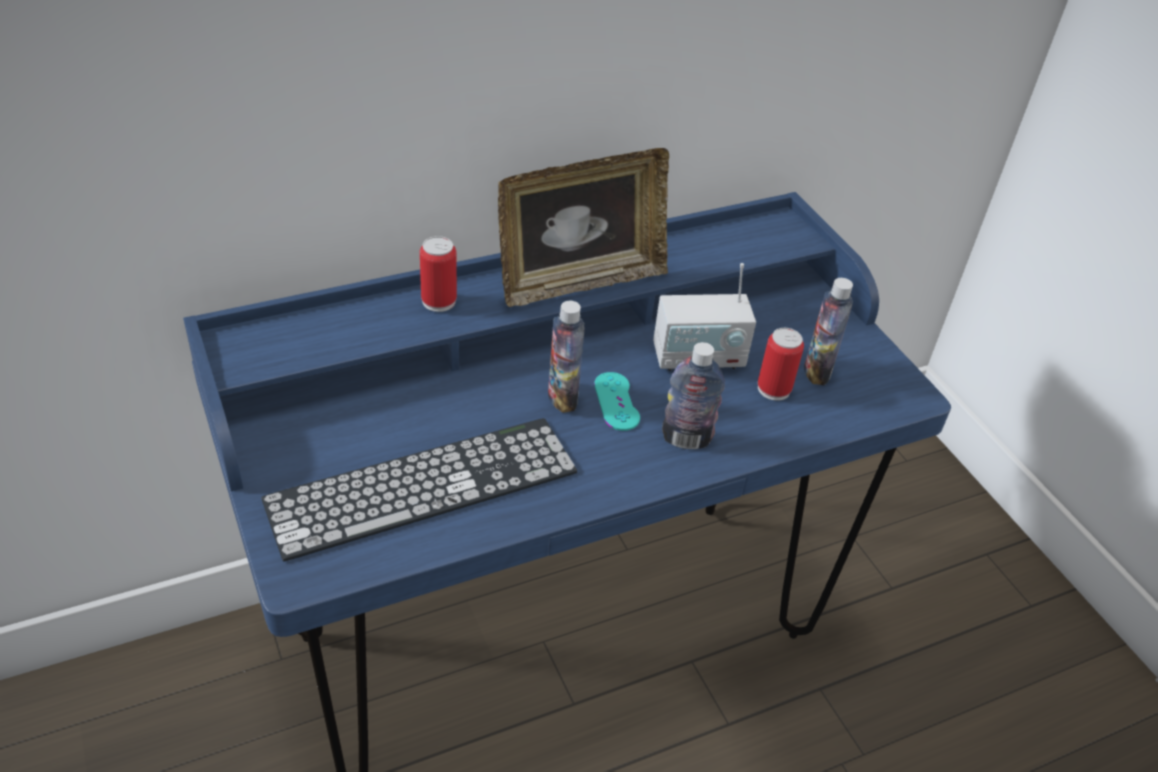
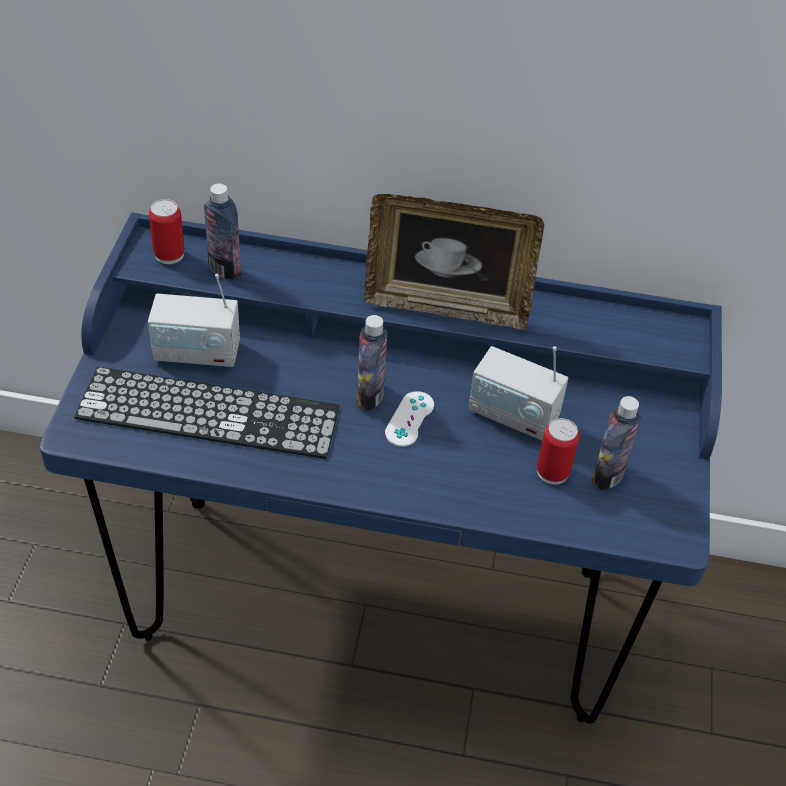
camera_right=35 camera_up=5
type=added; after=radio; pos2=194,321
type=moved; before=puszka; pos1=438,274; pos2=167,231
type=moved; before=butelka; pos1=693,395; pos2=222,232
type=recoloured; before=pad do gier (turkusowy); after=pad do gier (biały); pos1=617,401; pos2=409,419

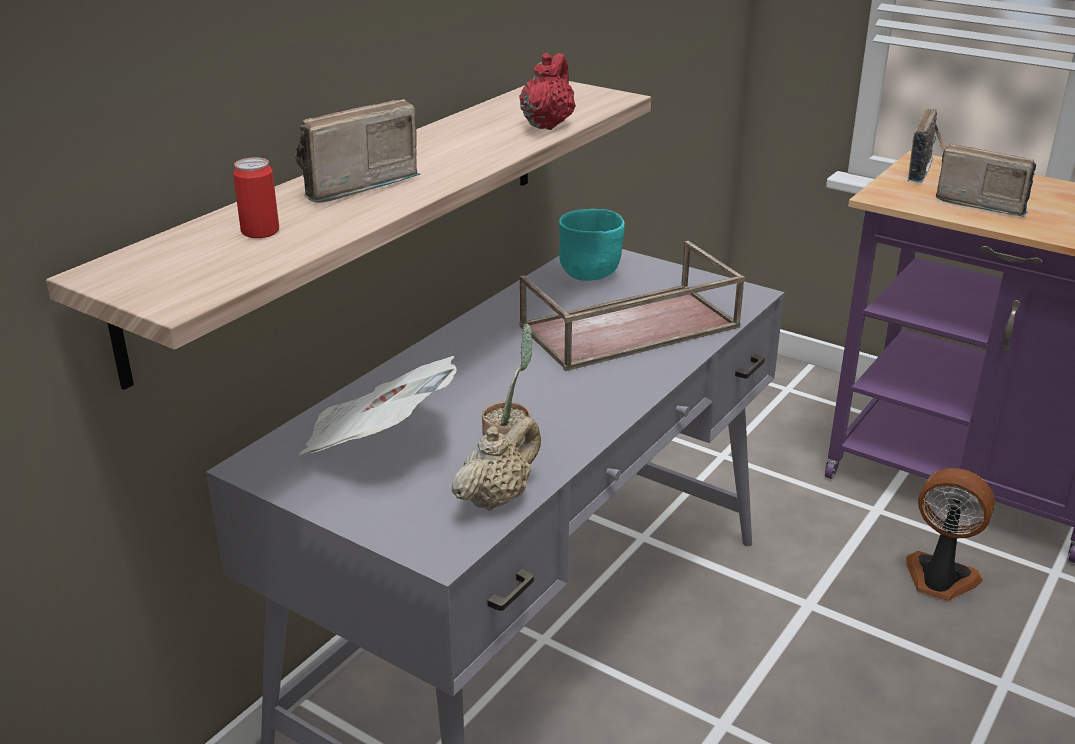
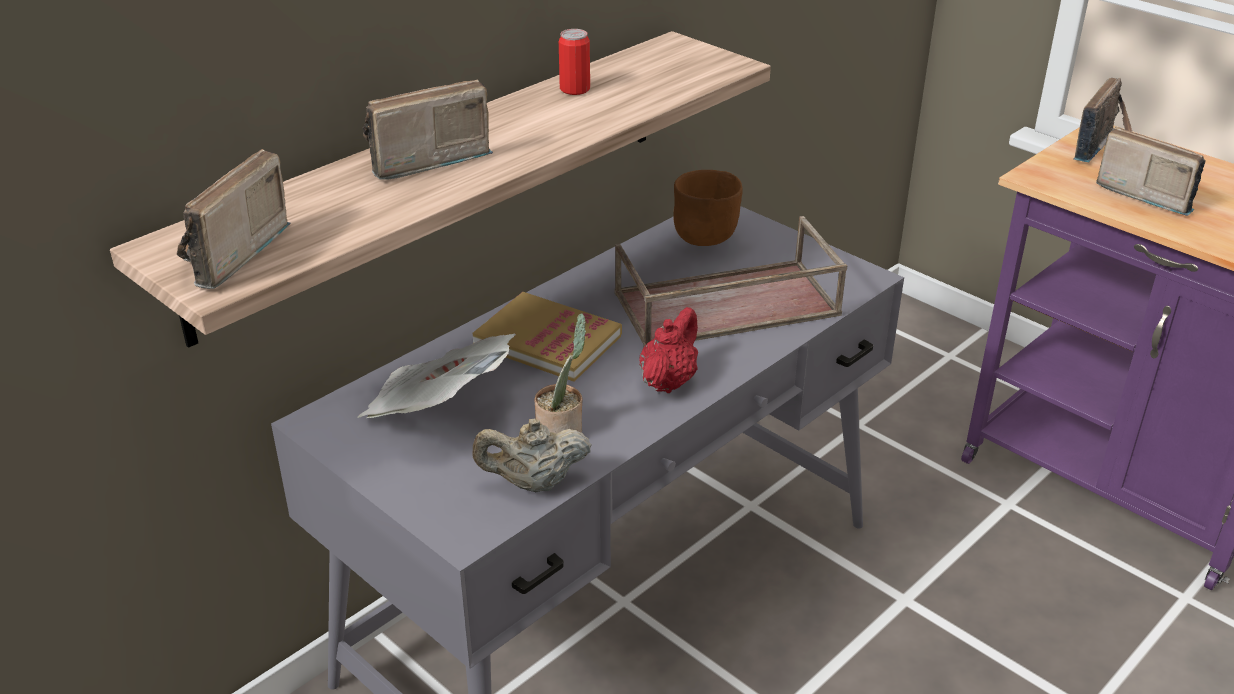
camera_right=10 camera_up=5
type=removed; before=wentylator; pos1=950,534
type=added; after=radio; pos2=234,219
type=added; after=książka; pos2=547,337
type=moved; before=puszka; pos1=256,197; pos2=574,62
type=moved; before=imbryk (czerwony); pos1=547,91; pos2=668,350
type=recoloured; before=miska (turkusowy); after=miska (brązowy); pos1=592,245; pos2=708,208
type=turned; before=imbryk (beżowy); pos1=496,464; pos2=532,455; turn=-150

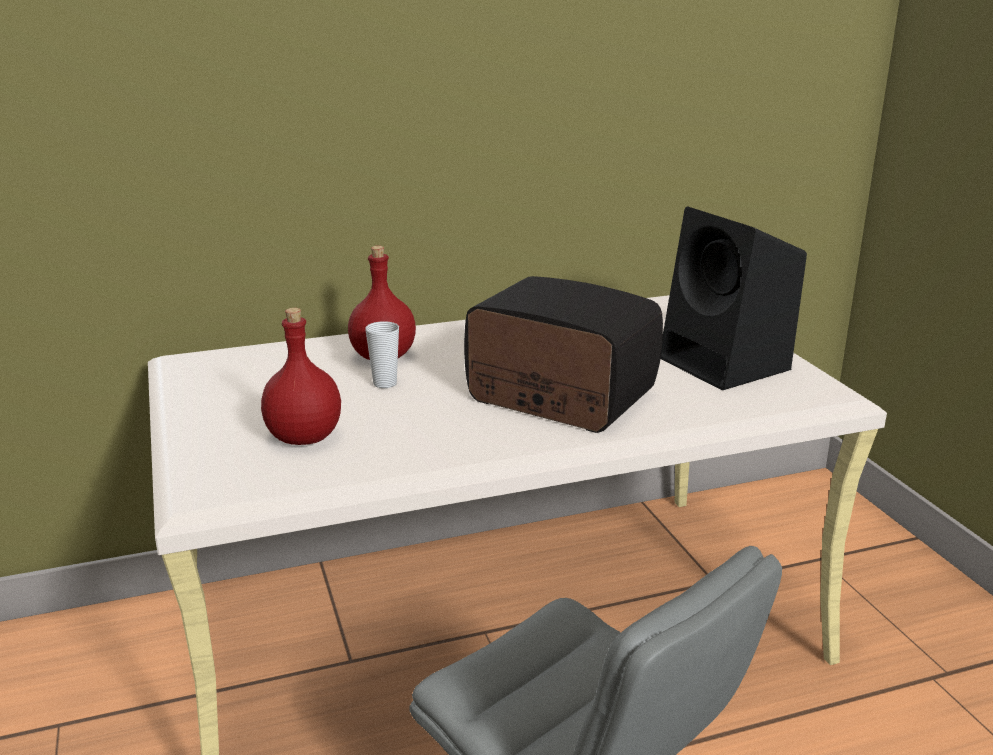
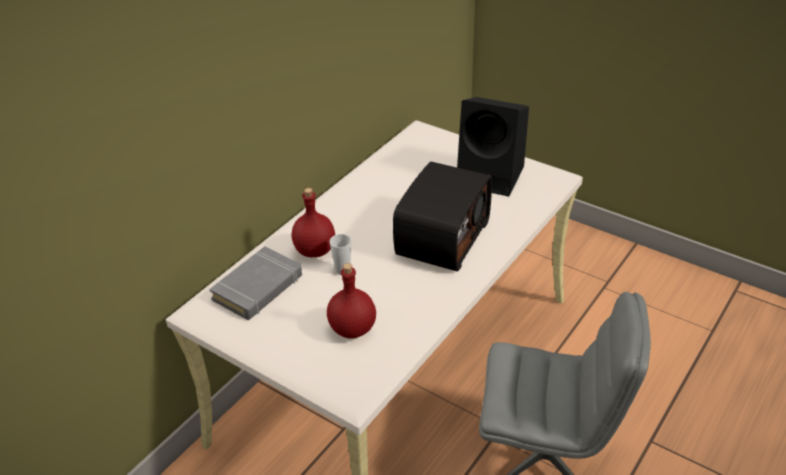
camera_right=-35 camera_up=15
type=added; after=książka (szary); pos2=255,283
type=turned; before=radio; pos1=563,354; pos2=442,216; turn=120

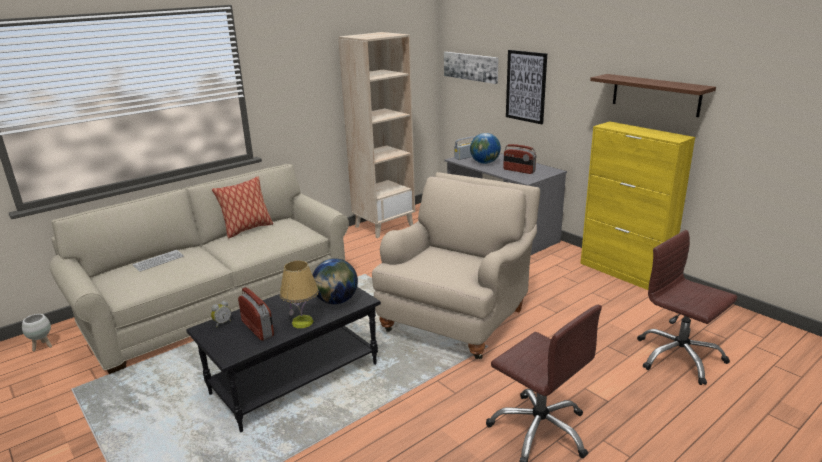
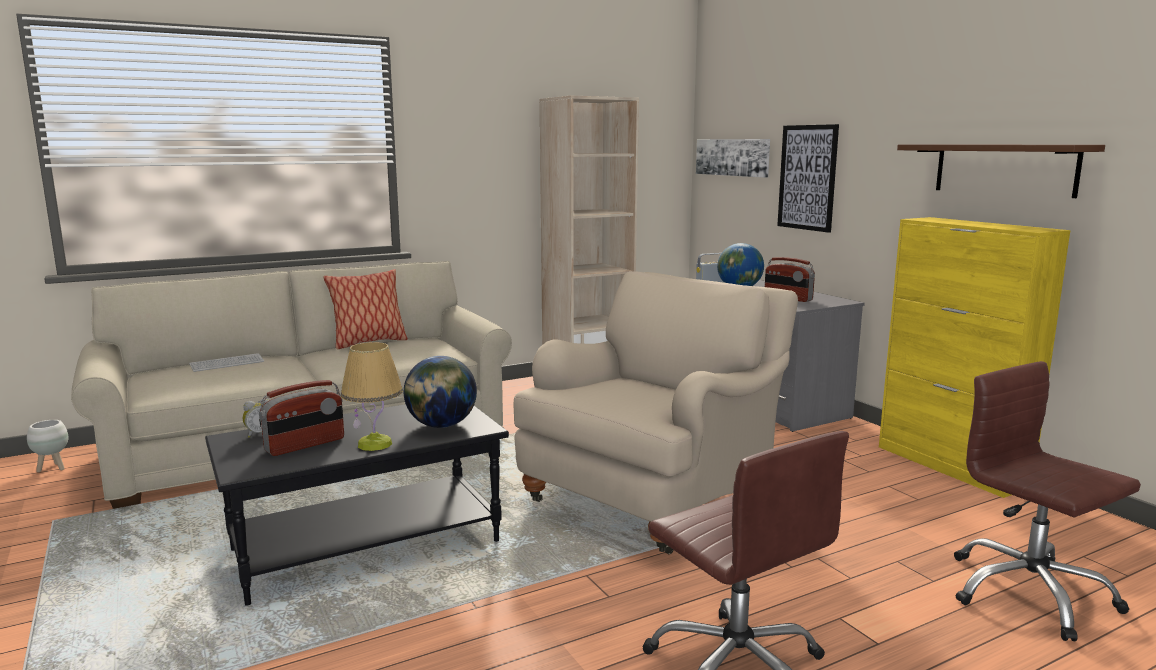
camera_right=10 camera_up=-10
type=turned; before=radio; pos1=256,314; pos2=301,418; turn=75

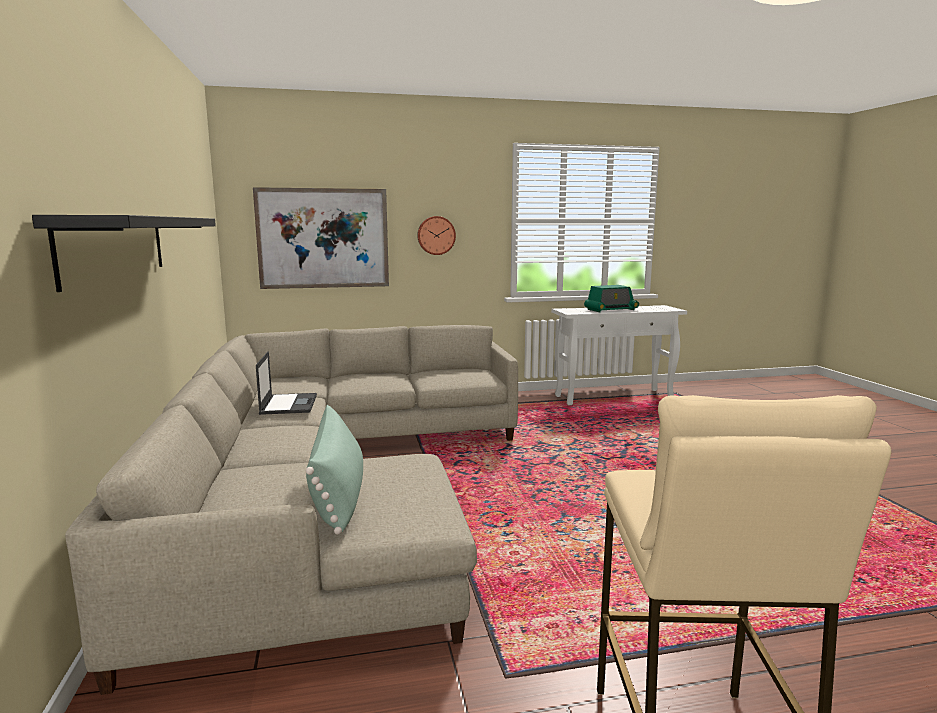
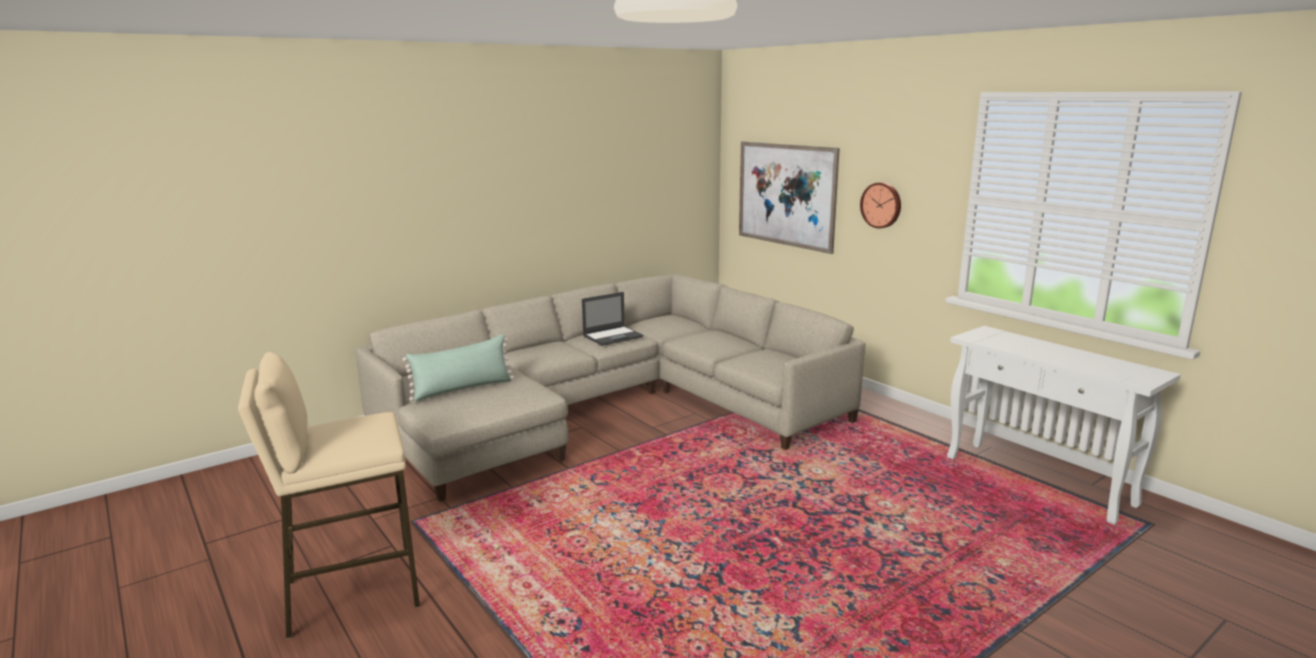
camera_right=65 camera_up=5
type=removed; before=półka (czarny); pos1=124,253
type=removed; before=radio; pos1=611,298

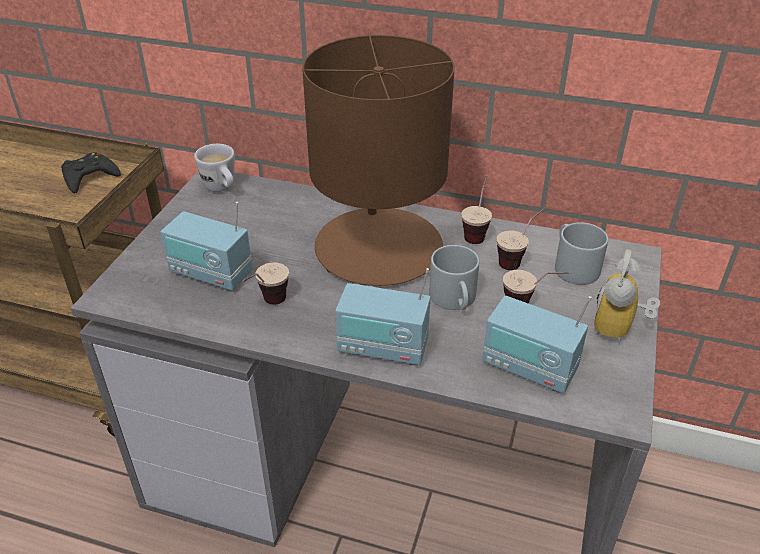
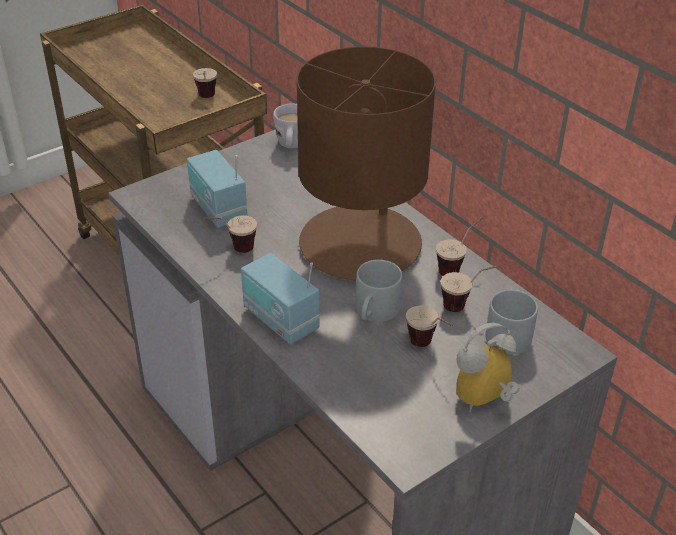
camera_right=35 camera_up=0
type=removed; before=radio; pos1=537,345
type=replaced; before=pad do gier (czarny); after=filiżanka; pos1=91,172; pos2=205,83

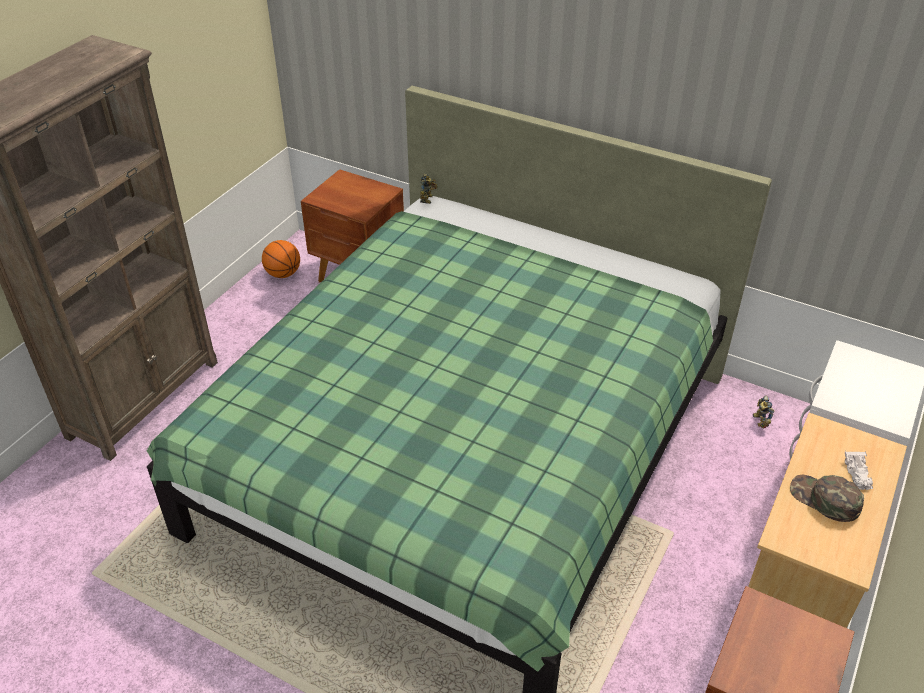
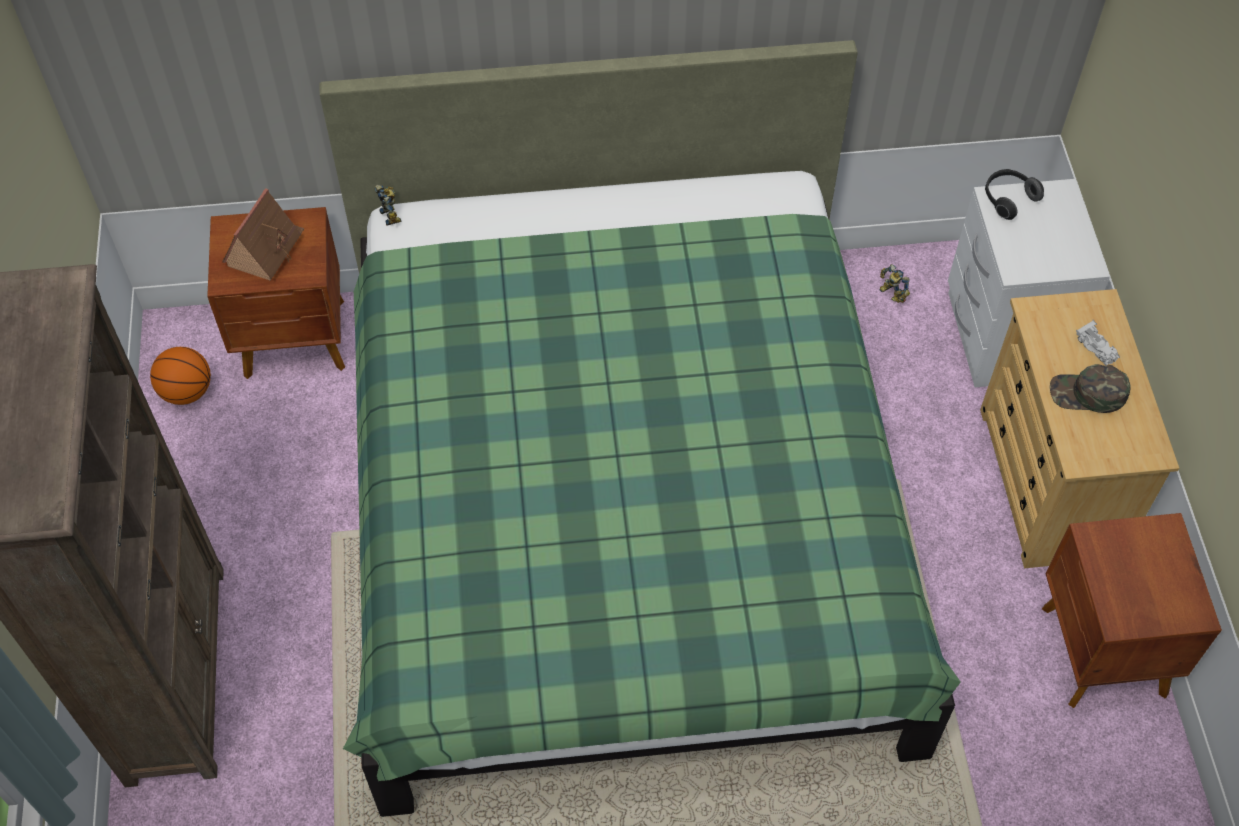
camera_right=-35 camera_up=15
type=added; after=domek; pos2=263,234
type=added; after=słuchawki; pos2=1014,194

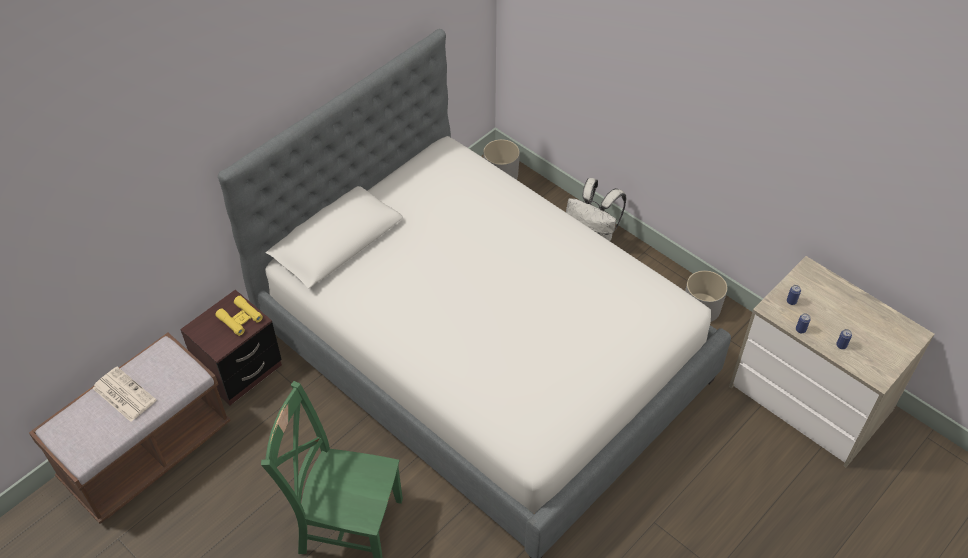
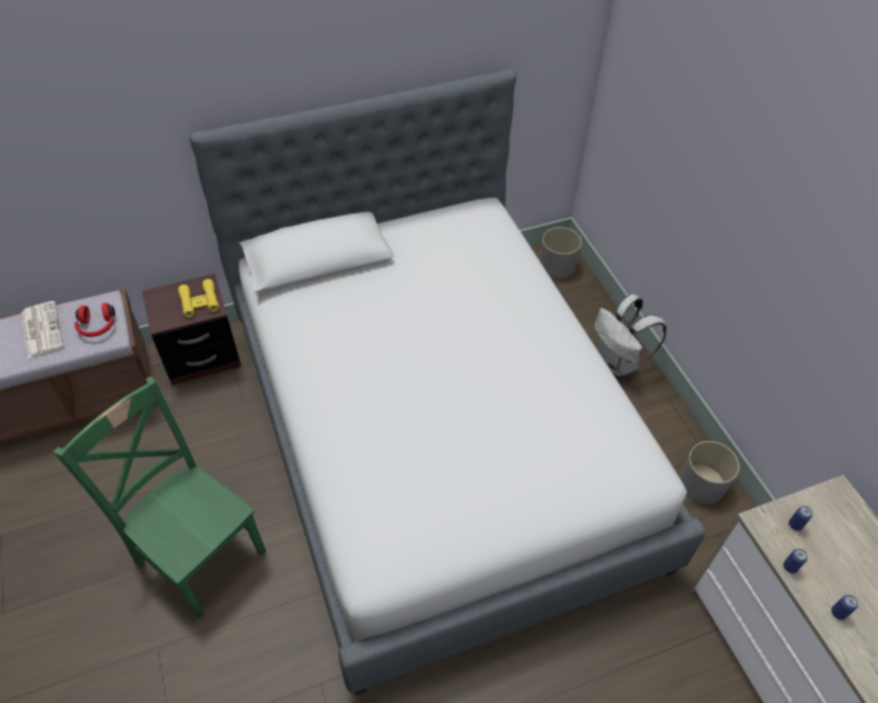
camera_right=25 camera_up=0
type=added; after=słuchawki (czerwony); pos2=95,320

